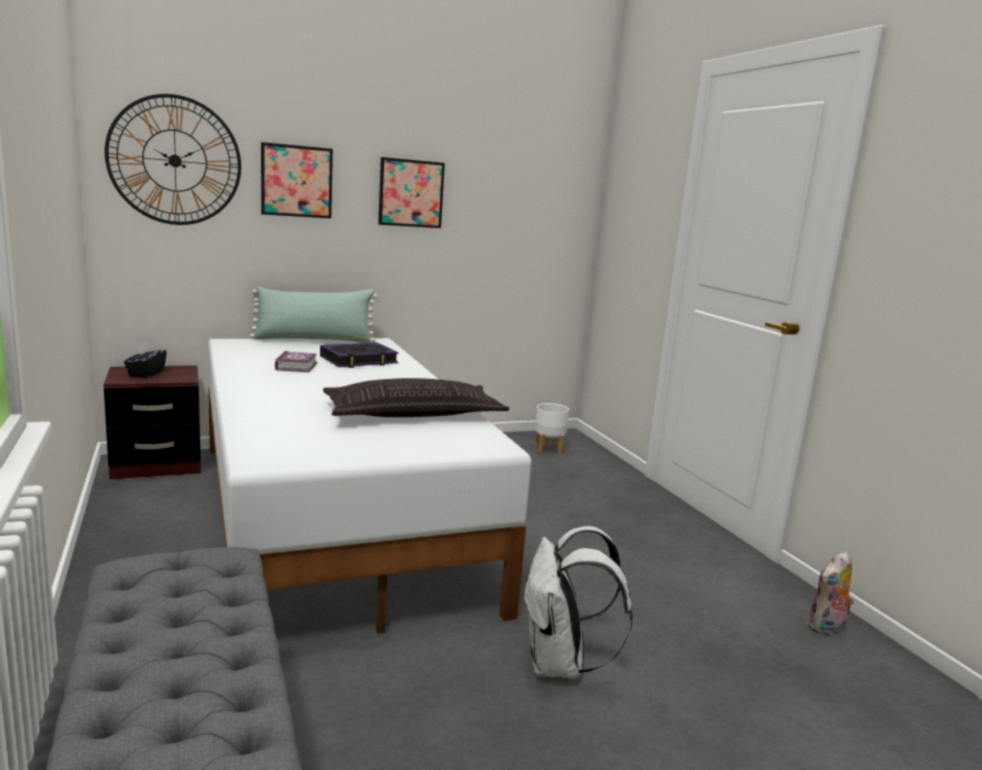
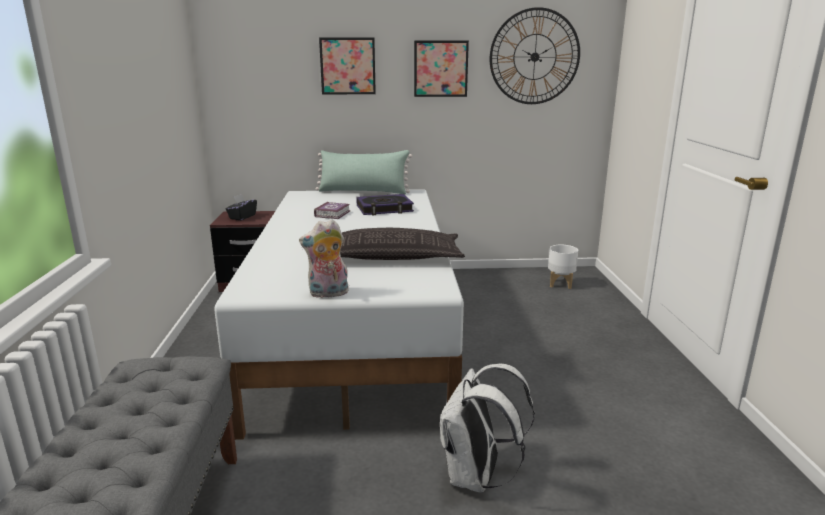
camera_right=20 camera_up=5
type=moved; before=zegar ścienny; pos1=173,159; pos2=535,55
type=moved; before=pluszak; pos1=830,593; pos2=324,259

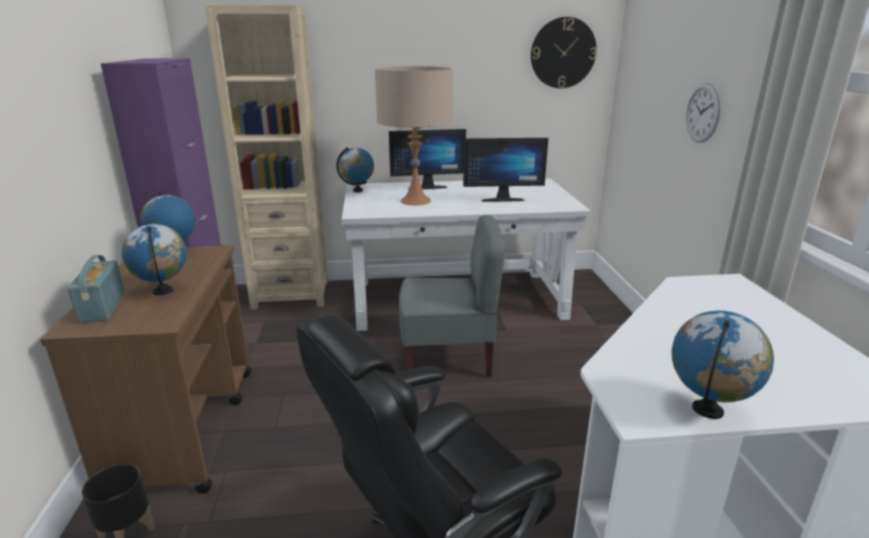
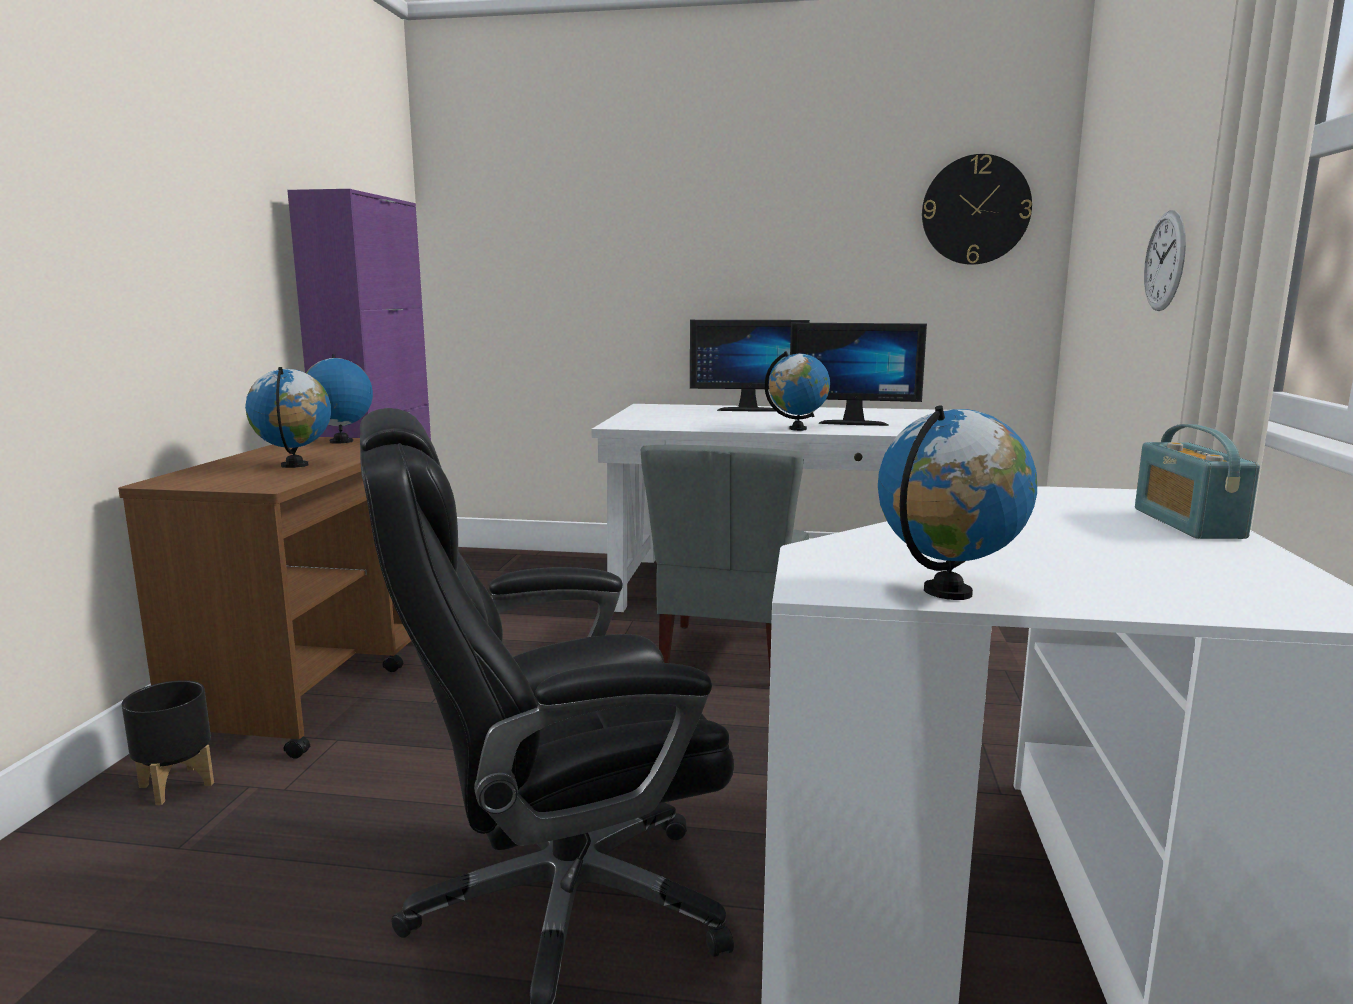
camera_right=15 camera_up=-10
type=removed; before=regał (beżowy); pos1=266,157
type=removed; before=lampa stołowa (beżowy); pos1=414,136
type=moved; before=radio; pos1=96,289; pos2=1197,481
type=moved; before=globus; pos1=355,169; pos2=797,391
type=turned; before=krzesło (szary); pos1=452,296; pos2=725,558; turn=90

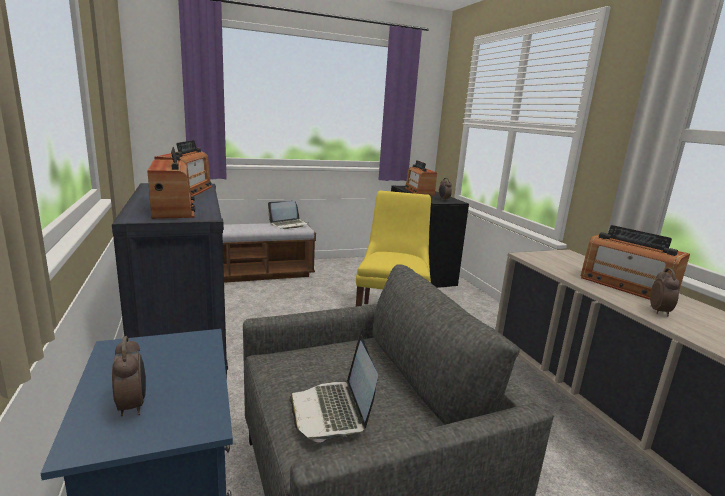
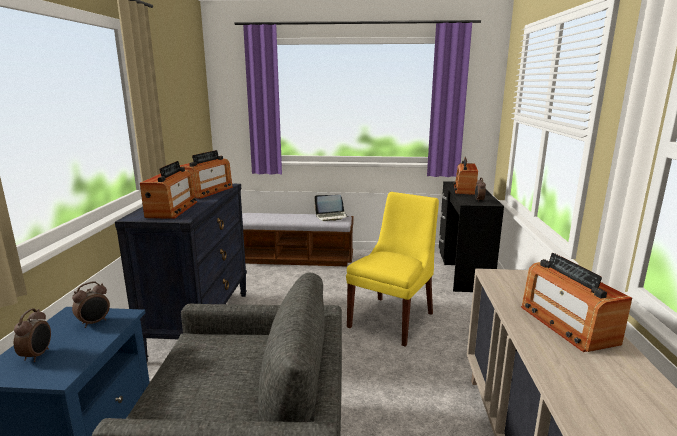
camera_right=25 camera_up=0
type=removed; before=laptop; pos1=333,388
type=moved; before=budzik; pos1=665,292; pos2=91,304

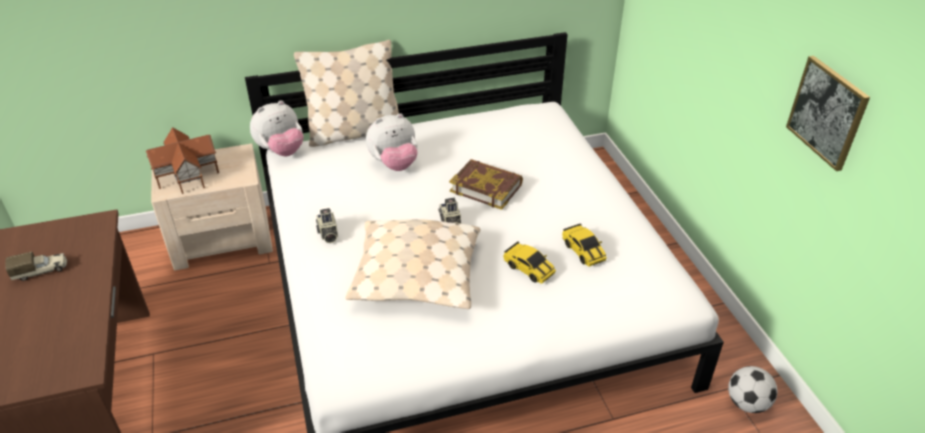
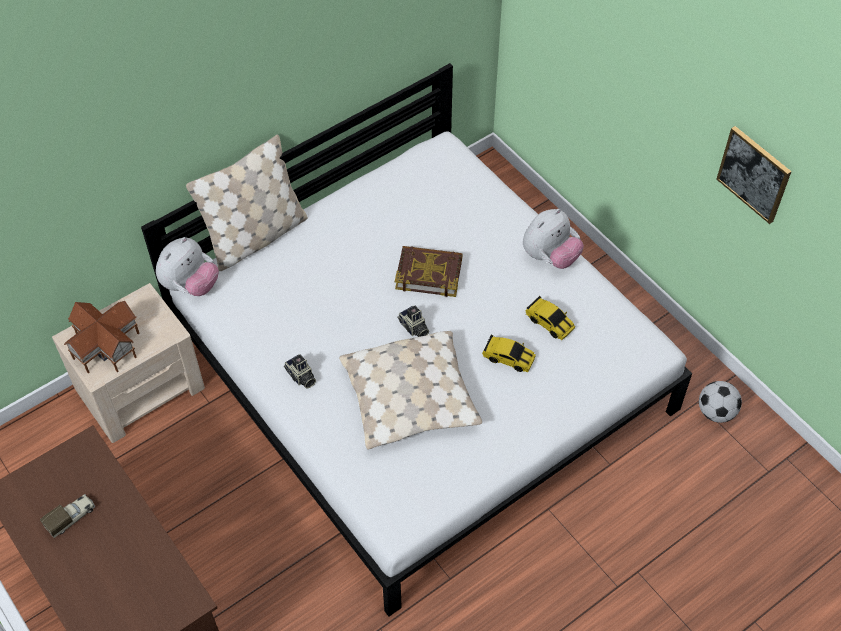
camera_right=-20 camera_up=15
type=moved; before=pluszak; pos1=392,142; pos2=553,239

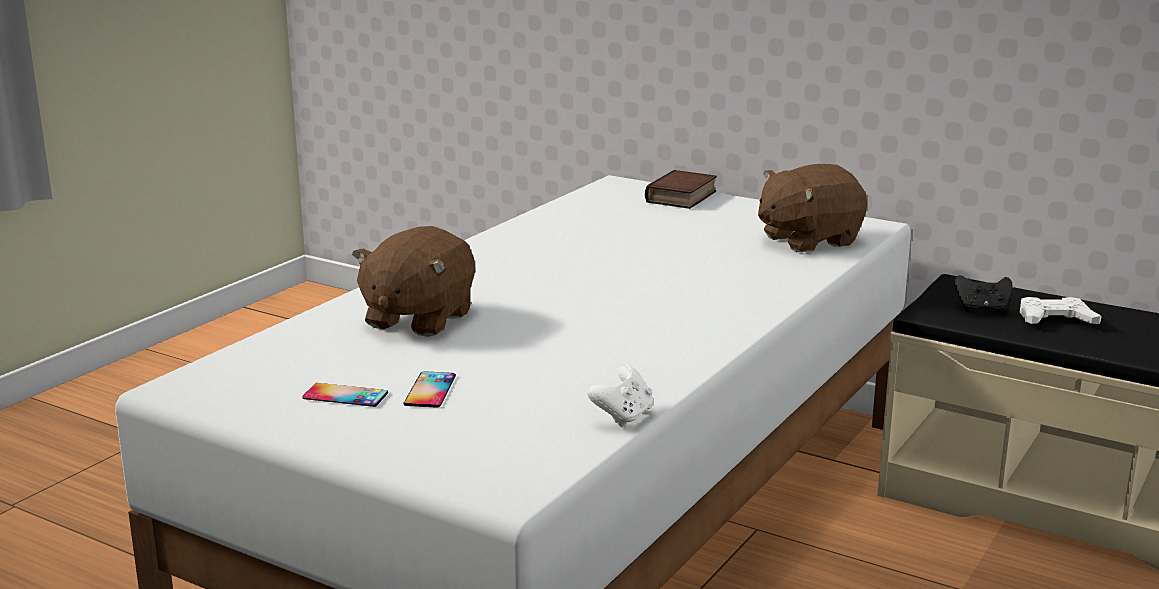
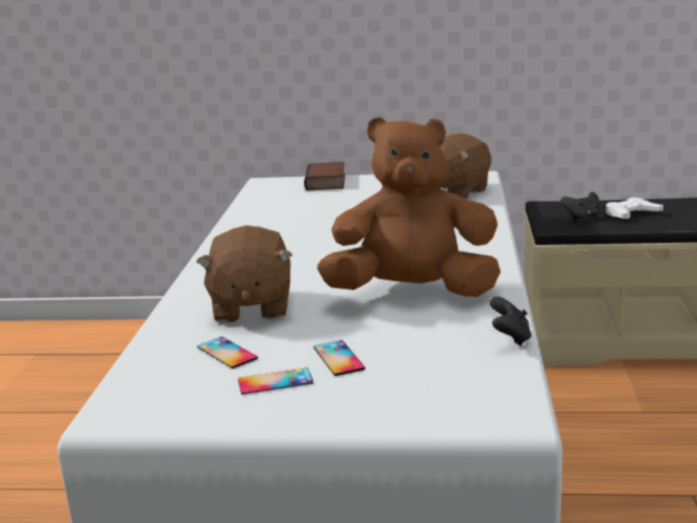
camera_right=-25 camera_up=0
type=added; after=telefon; pos2=227,352
type=added; after=pluszak (brązowy); pos2=409,207
type=recoloured; before=pad do gier (biały); after=pad do gier (czarny); pos1=620,396; pos2=510,321

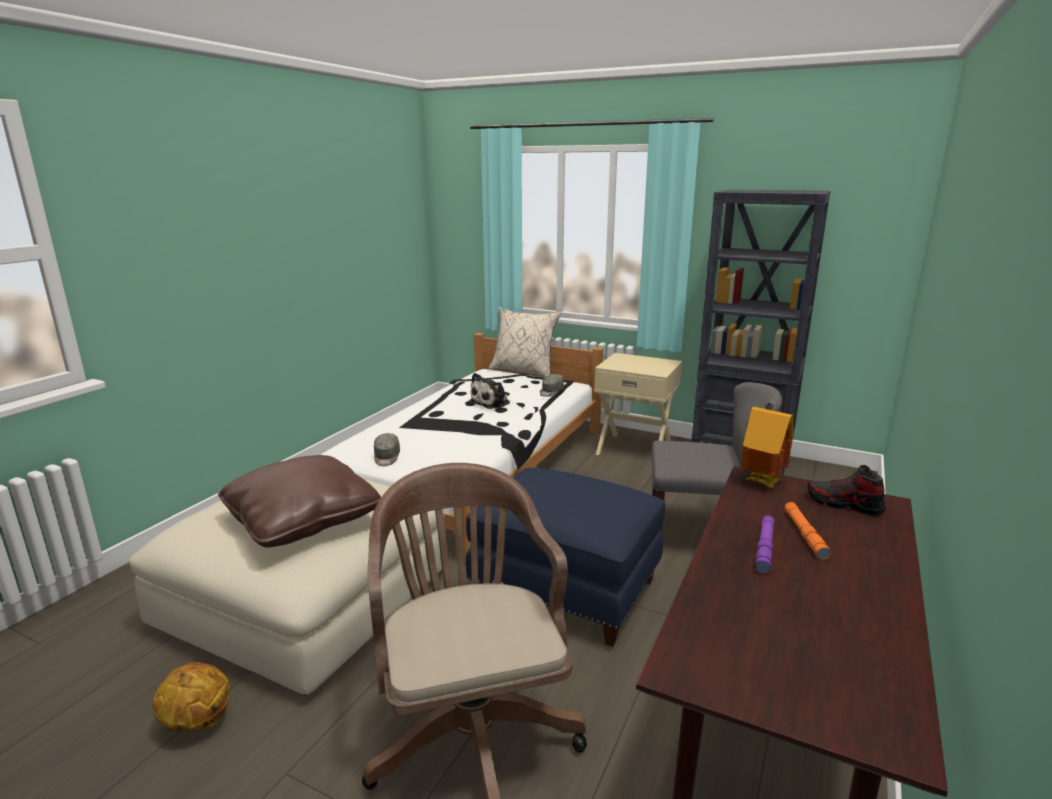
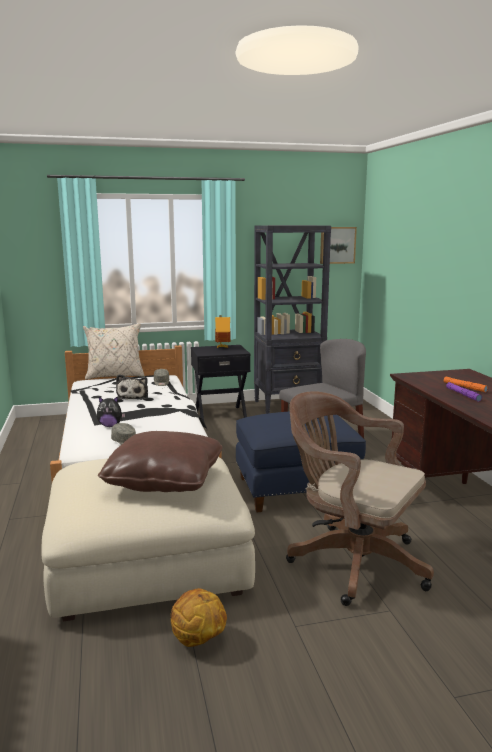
camera_right=-40 camera_up=-5
type=removed; before=but; pos1=847,490
type=added; after=pluszak; pos2=111,411
type=added; after=obraz; pos2=338,245
type=moved; before=domek; pos1=767,445; pos2=223,331
type=recoloured; before=szafka nocna (beżowy); after=szafka nocna (czarny); pos1=638,404; pos2=221,383

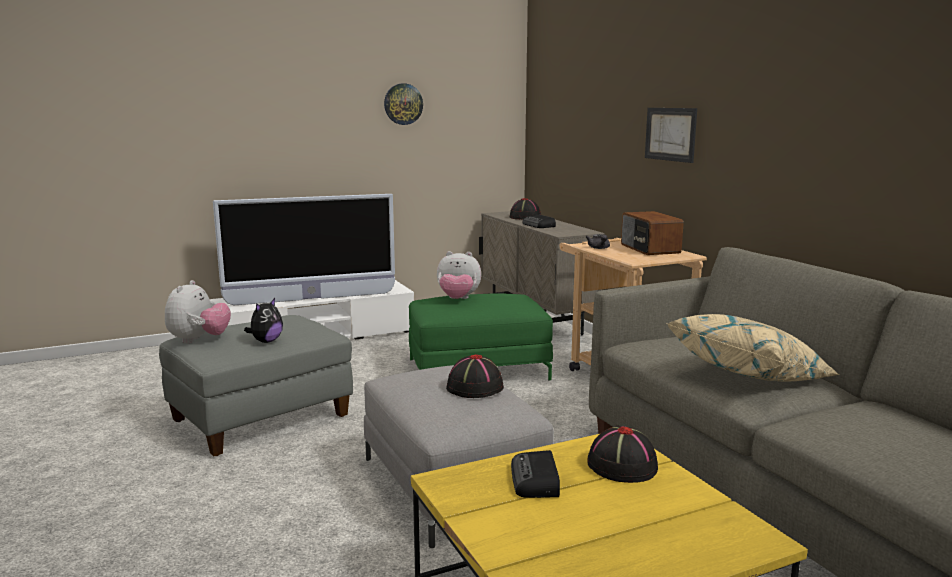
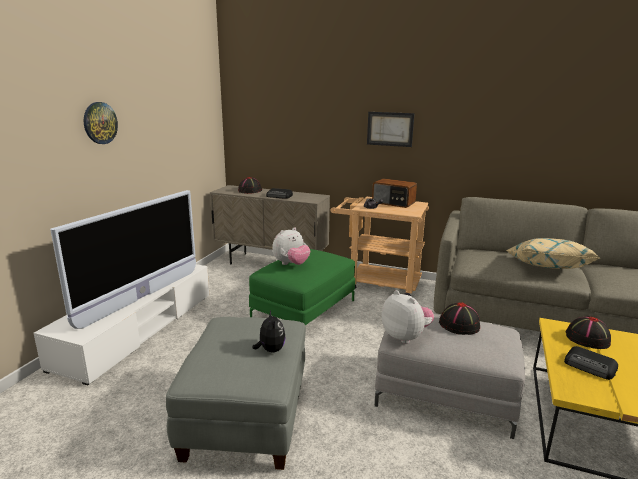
camera_right=-45 camera_up=5
type=moved; before=pluszak; pos1=198,312; pos2=408,317
type=moved; before=zegar ścienny; pos1=403,104; pos2=100,123

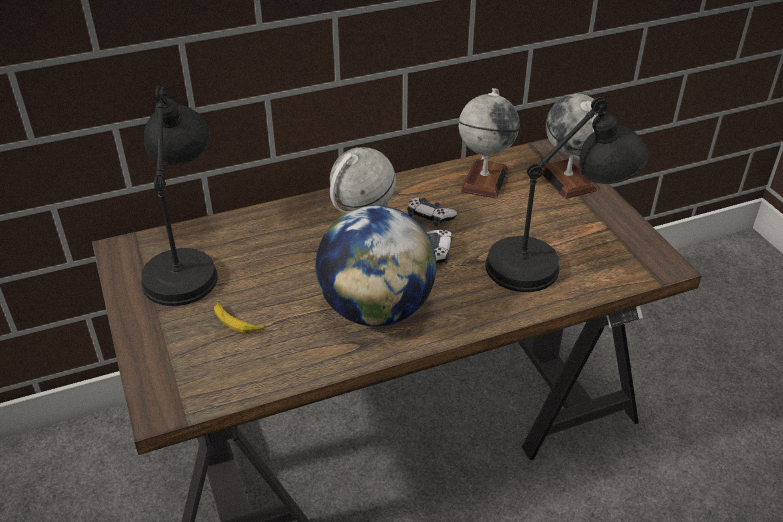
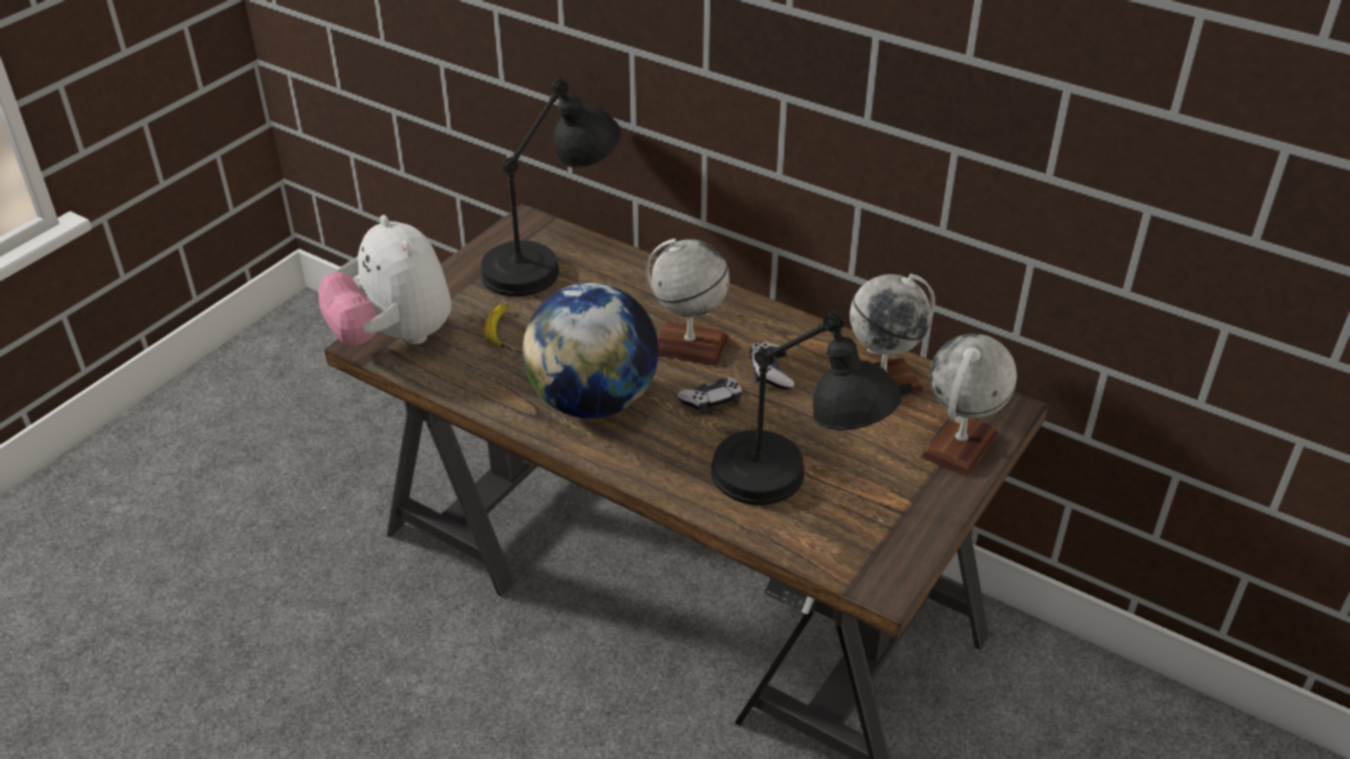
camera_right=55 camera_up=0
type=added; after=pluszak; pos2=385,280

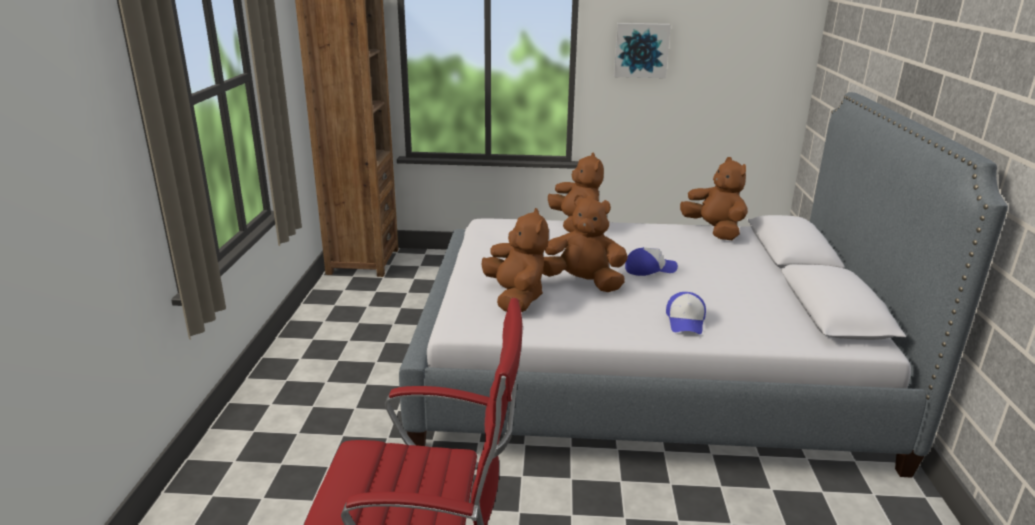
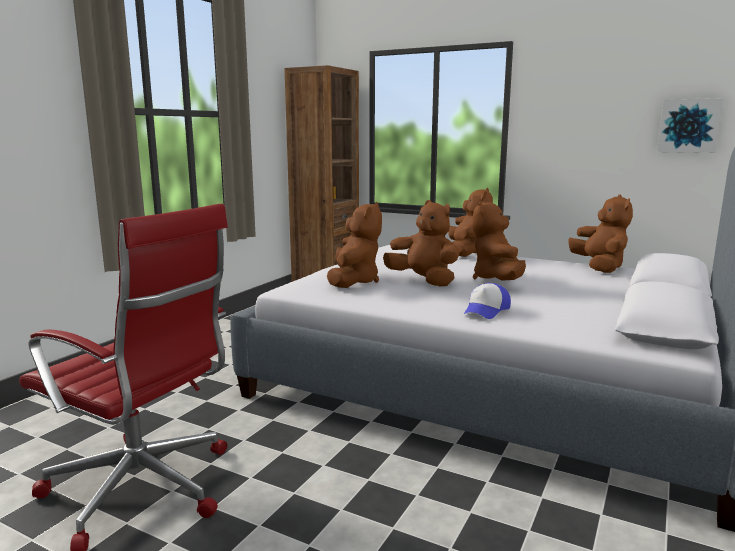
camera_right=25 camera_up=-10
type=moved; before=obraz; pos1=642,50; pos2=690,125
type=replaced; before=czapka z daszkiem; after=pluszak (brązowy); pos1=651,261; pos2=499,241

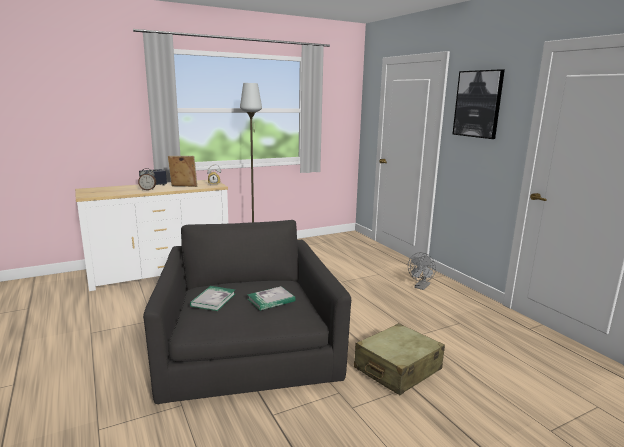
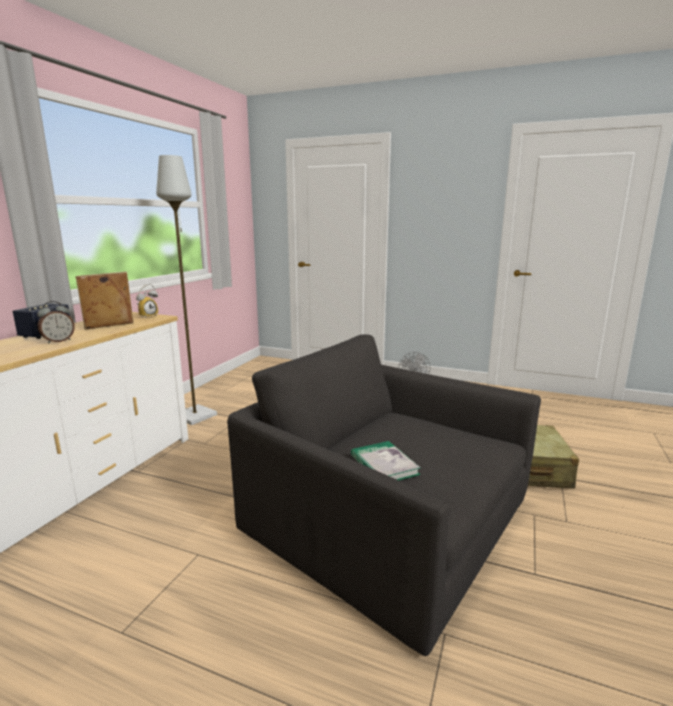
camera_right=-40 camera_up=0
type=removed; before=książka; pos1=271,298
type=removed; before=obraz; pos1=479,104

